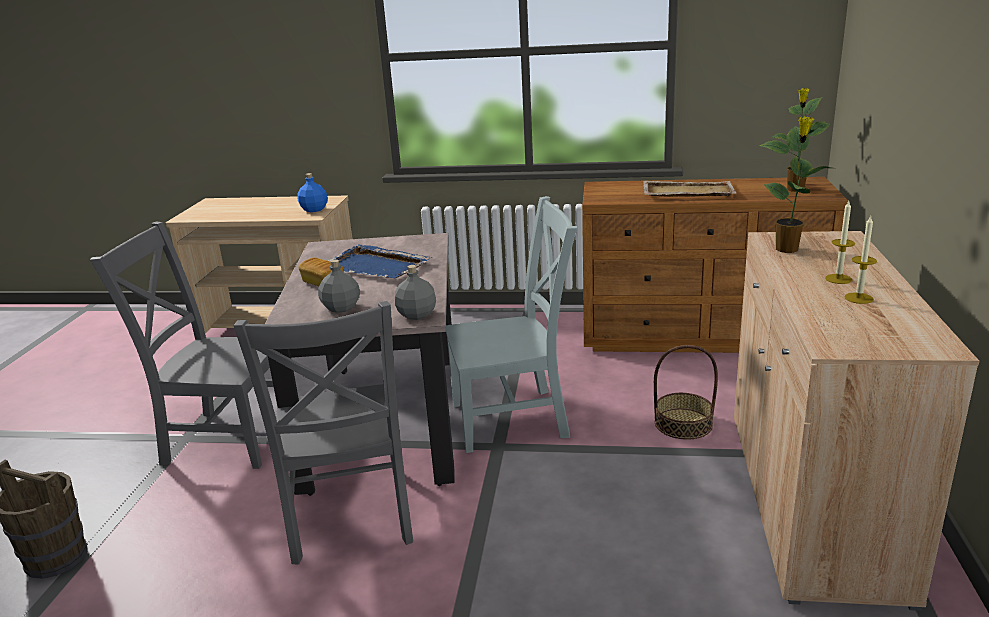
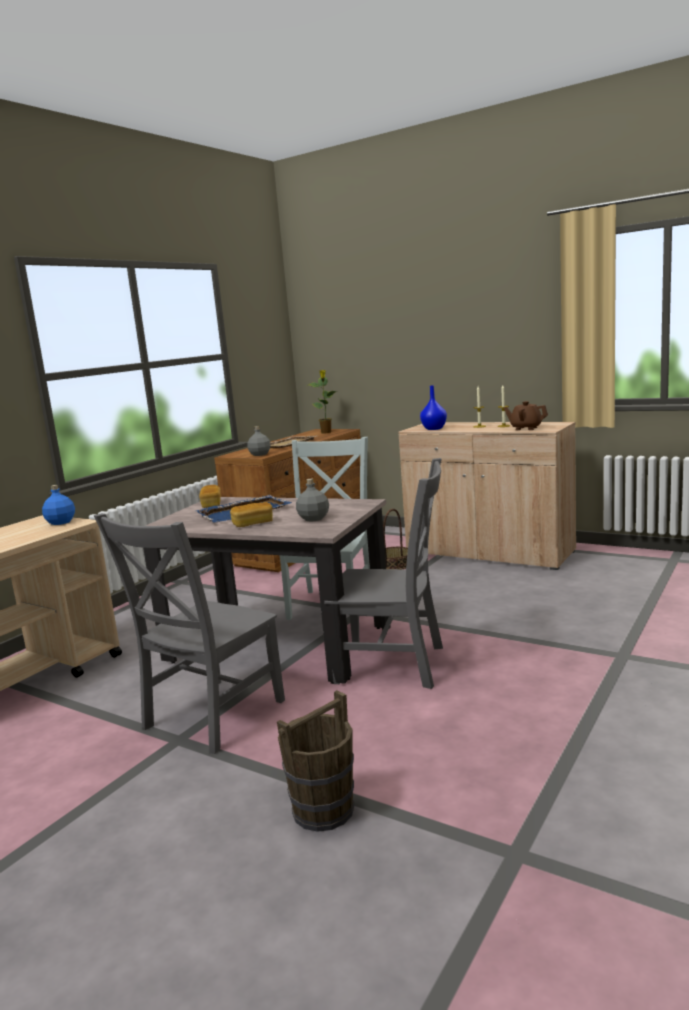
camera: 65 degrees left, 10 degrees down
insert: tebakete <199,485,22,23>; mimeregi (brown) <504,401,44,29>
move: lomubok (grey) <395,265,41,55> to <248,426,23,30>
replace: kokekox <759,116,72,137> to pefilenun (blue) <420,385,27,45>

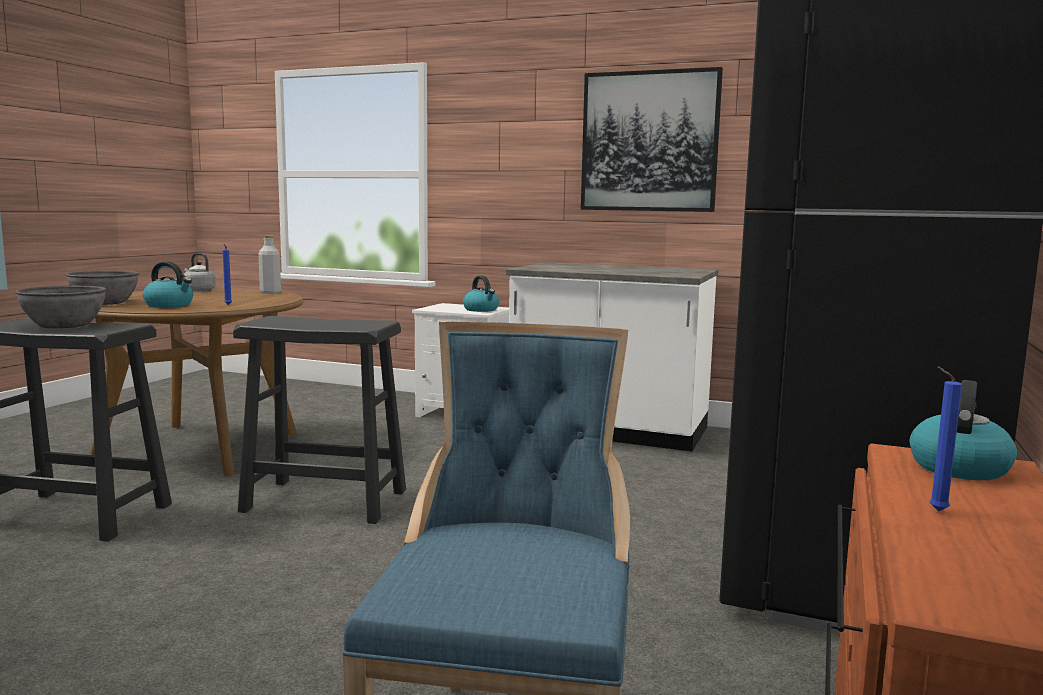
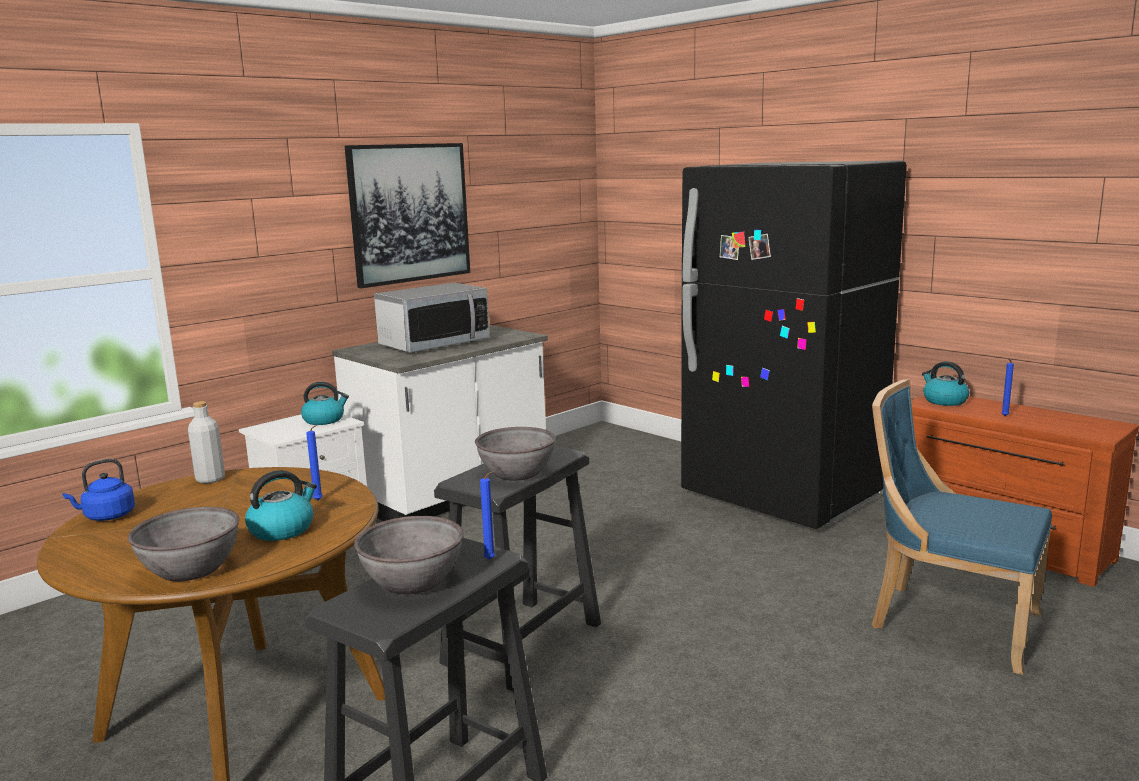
camera: 65 degrees left, 5 degrees up
insert: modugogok <374,283,116,70>; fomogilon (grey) <475,427,81,54>; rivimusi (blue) <480,471,15,89>
recolor: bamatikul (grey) <184,253,32,38> to bamatikul (blue) <63,459,72,62>

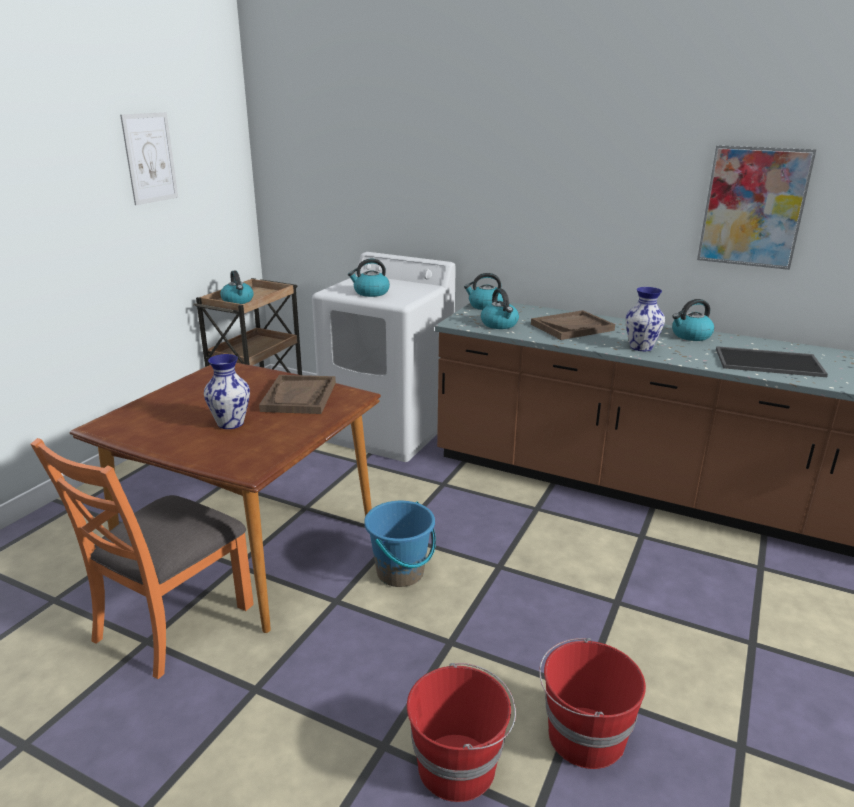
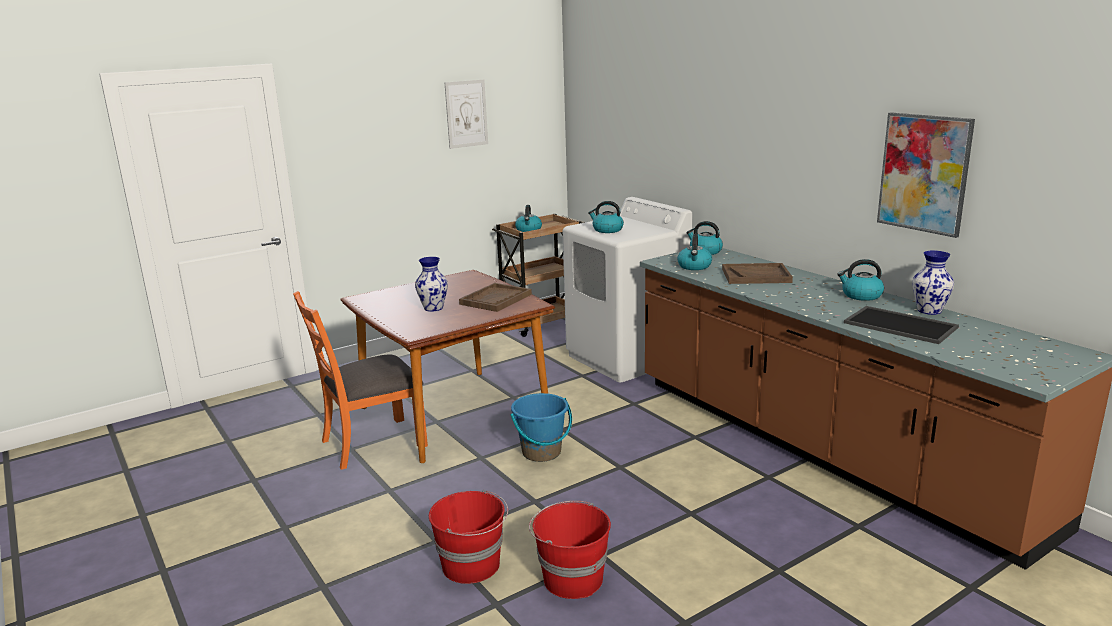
camera: 30 degrees right, 5 degrees down
move: pefilenun <625,287,40,64> to <912,250,42,65>

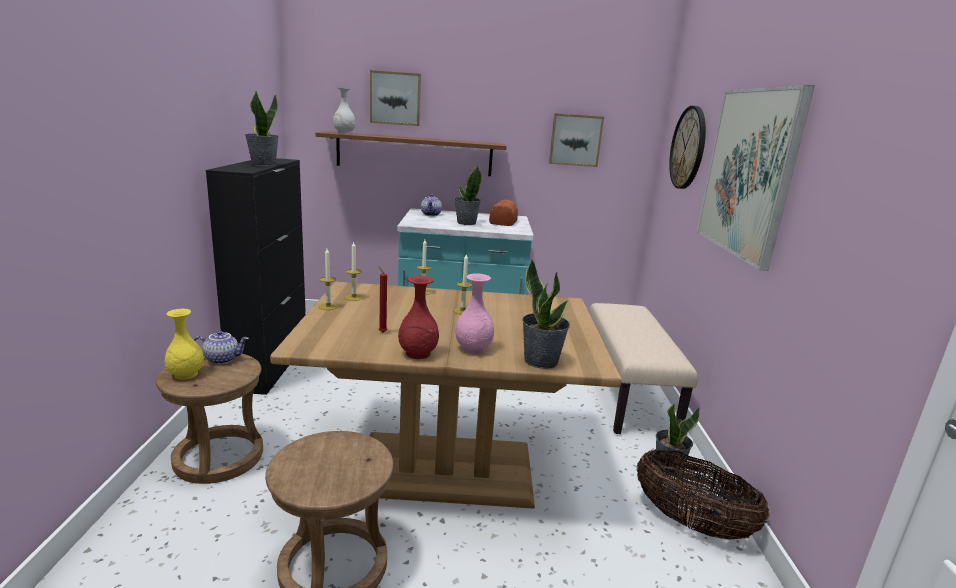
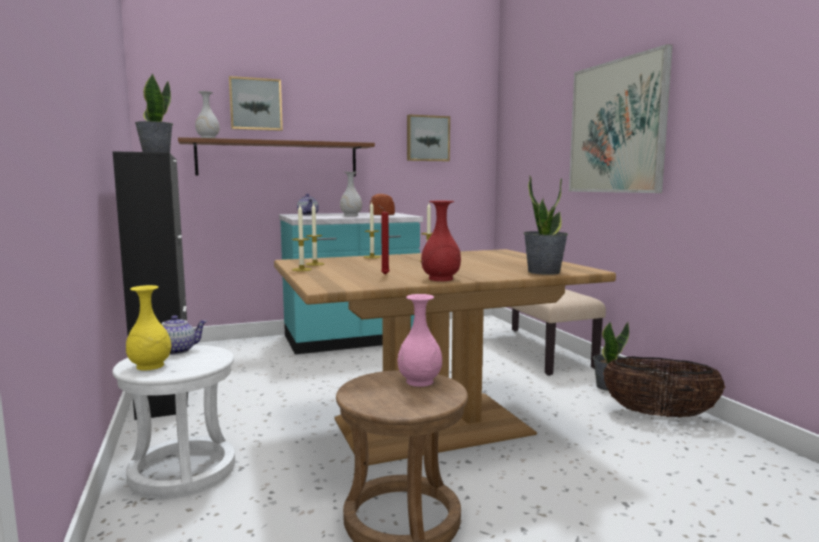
camera: 20 degrees left, 10 degrees down
delete: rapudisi <669,106,37,83>
move: pefilenun (pink) <455,273,39,81> to <398,294,44,93>
replace: kokekox <454,165,28,60> to pefilenun (white) <340,172,22,44>
recolor: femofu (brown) <156,354,107,130> to femofu (white) <112,345,123,154>

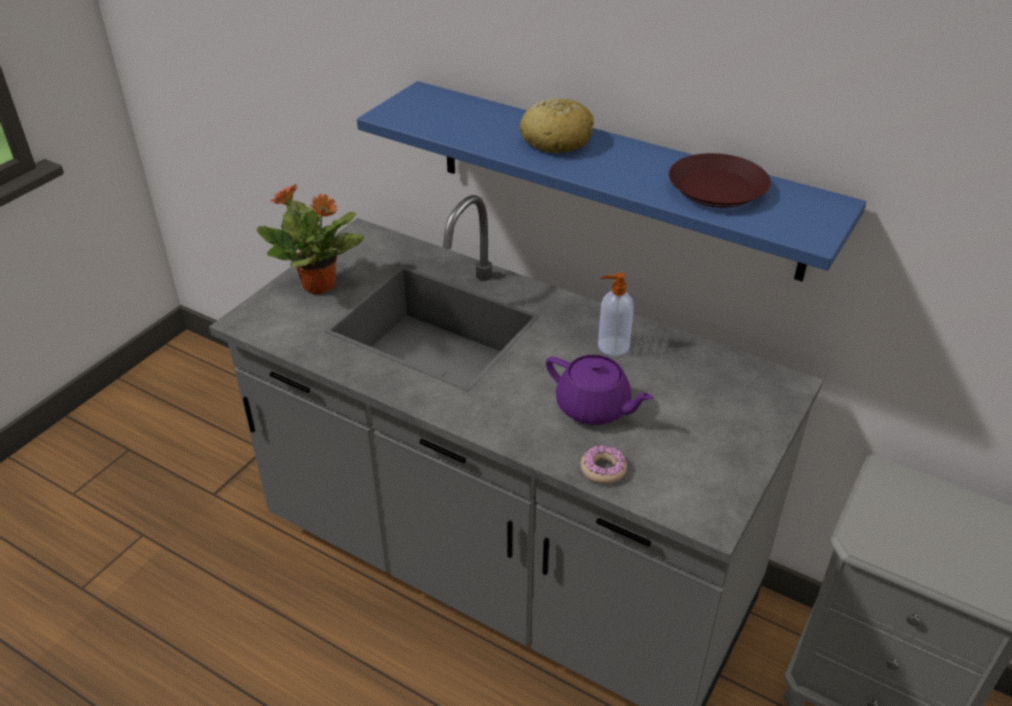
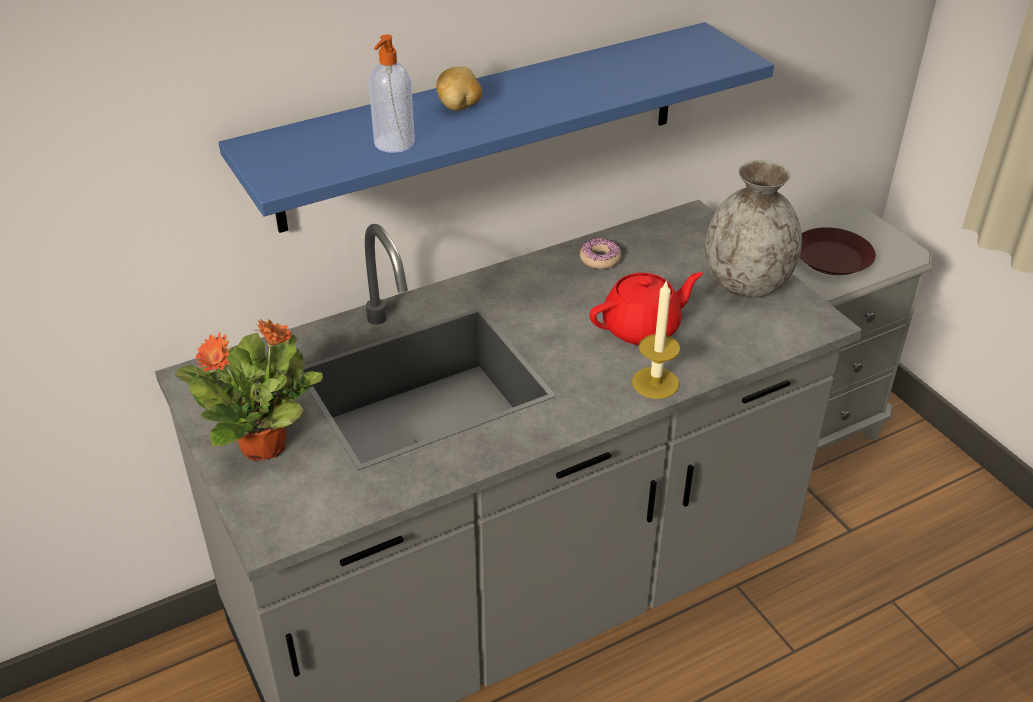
camera: 60 degrees left, 0 degrees up
insert: rivimusi <632,280,48,119>; pefilenun (grey) <705,160,97,138>
move: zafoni <598,272,36,84> to <369,35,46,118>; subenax <581,445,46,39> to <580,238,42,31>; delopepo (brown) <669,153,102,55> to <800,227,76,48>
replace: tebakete <519,98,75,55> to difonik <436,66,46,45>
recolor: mimeregi (purple) <546,355,108,70> to mimeregi (red) <589,272,114,73>

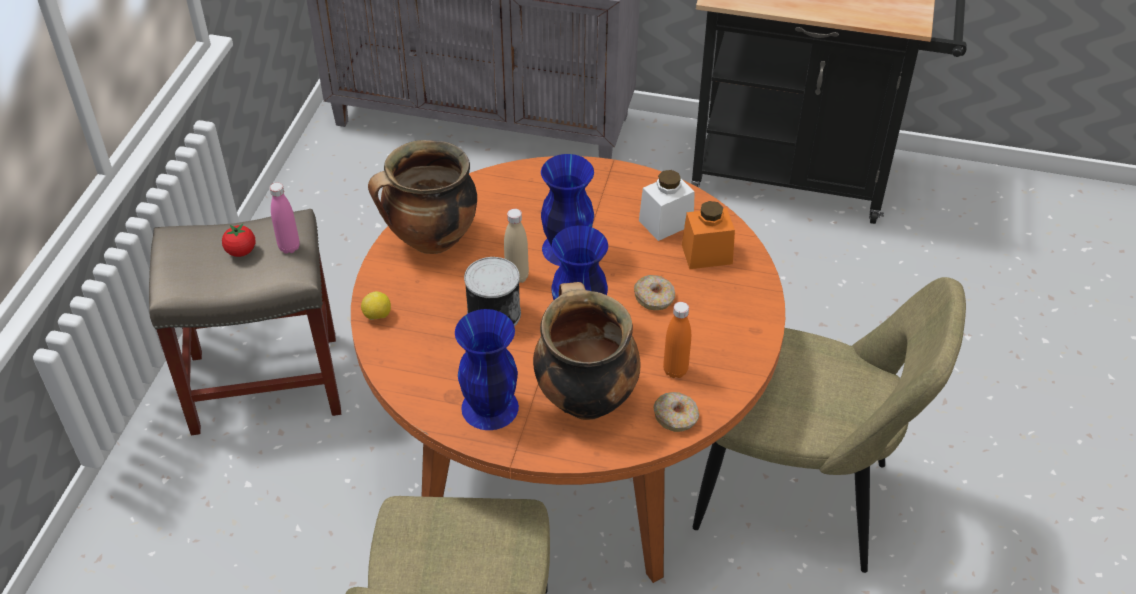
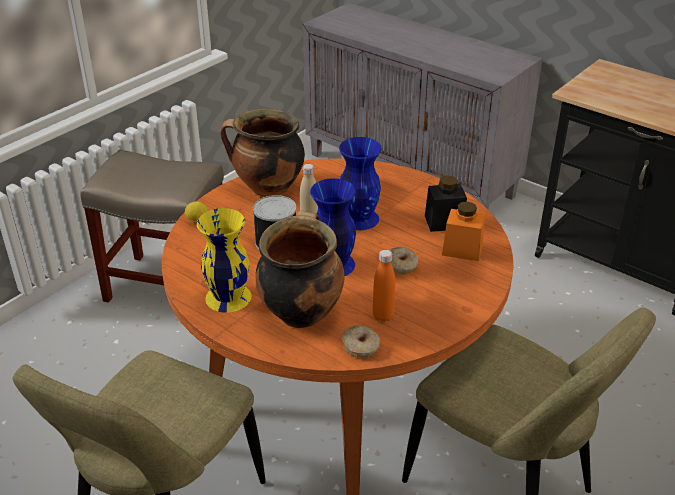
camera: 25 degrees right, 10 degrees down
delete: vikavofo <222,224,34,33>; lomubok (pink) <270,183,30,71>
recolor: pefilenun (blue) <455,309,64,121> to pefilenun (yellow) <197,208,55,105>; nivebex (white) <639,170,56,71> to nivebex (black) <425,175,42,57>

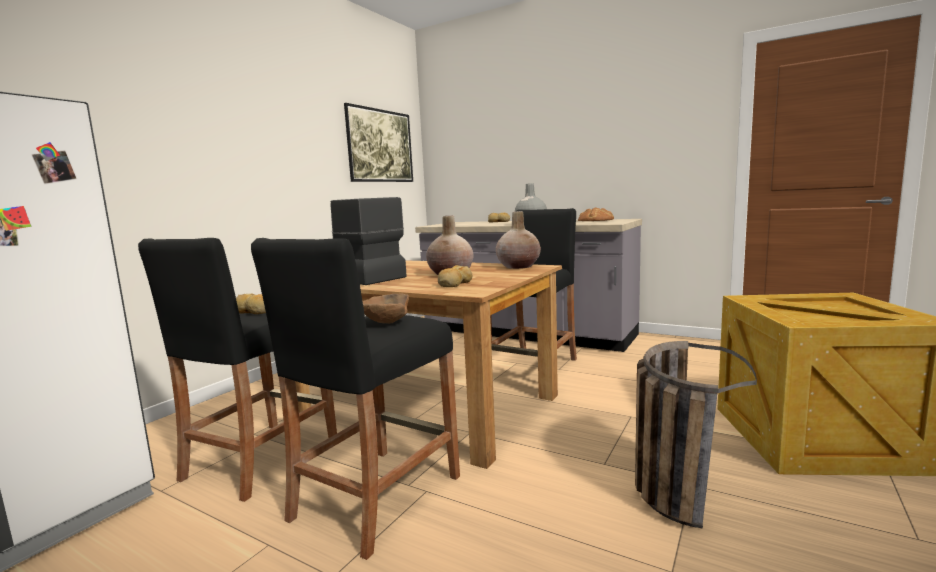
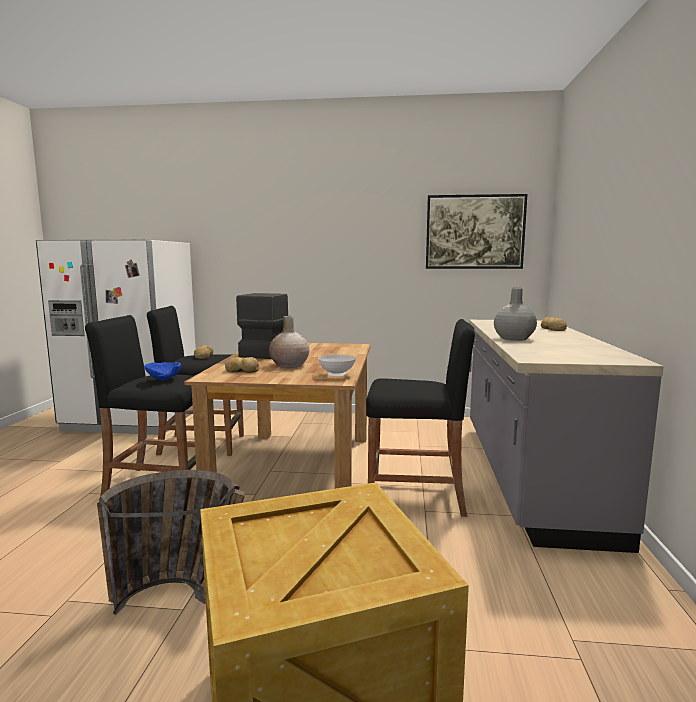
camera: 65 degrees right, 0 degrees up
delete: tebakete <578,207,36,14>
replace: pefilenun (beige) <496,211,45,58> to fomogilon (white) <318,354,38,23>
recolor: fomogilon (brown) <363,294,46,30> to fomogilon (blue) <144,362,37,19>

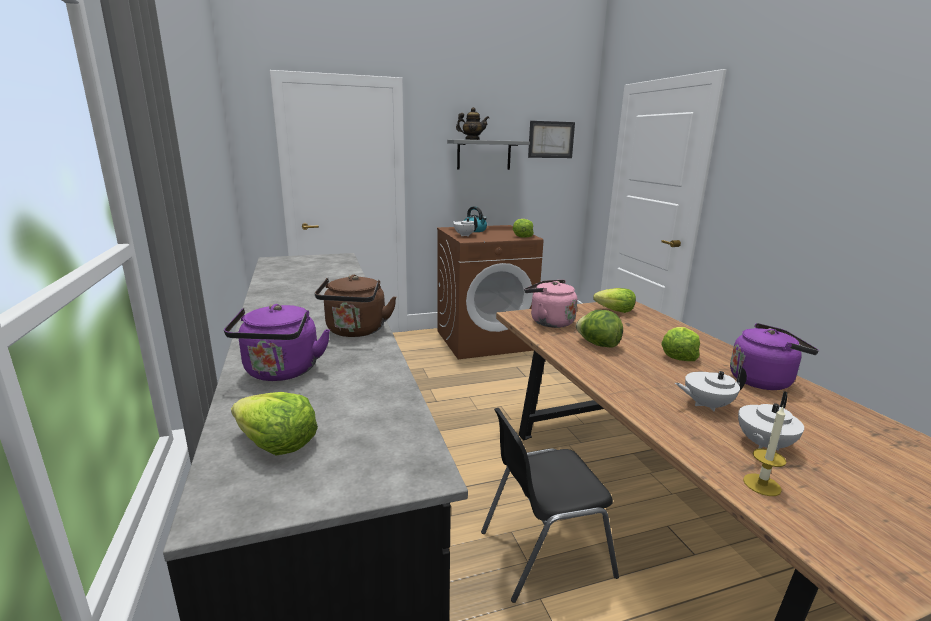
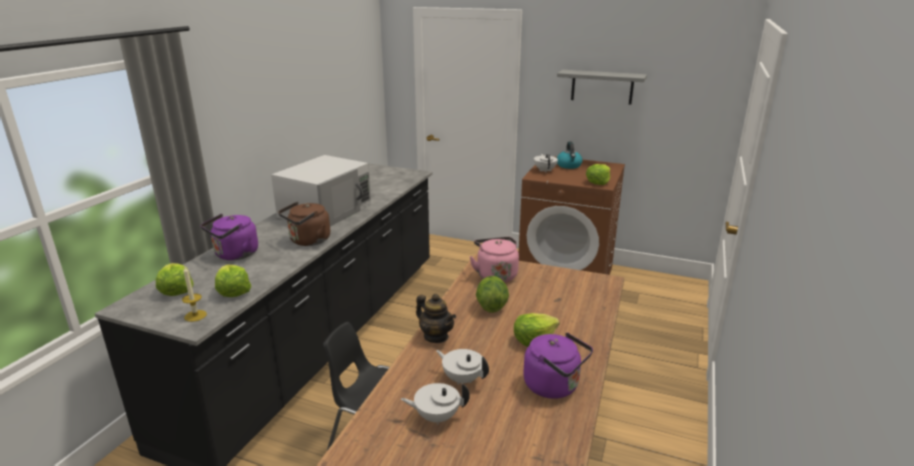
camera: 40 degrees right, 5 degrees up
delete: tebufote <528,121,47,37>
insert: modugogok (white) <271,155,100,72>
move: rivimusi <743,407,44,89> to <182,267,25,55>; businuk <593,288,43,25> to <215,264,36,33>; mimeregi <456,107,33,33> to <416,294,40,49>

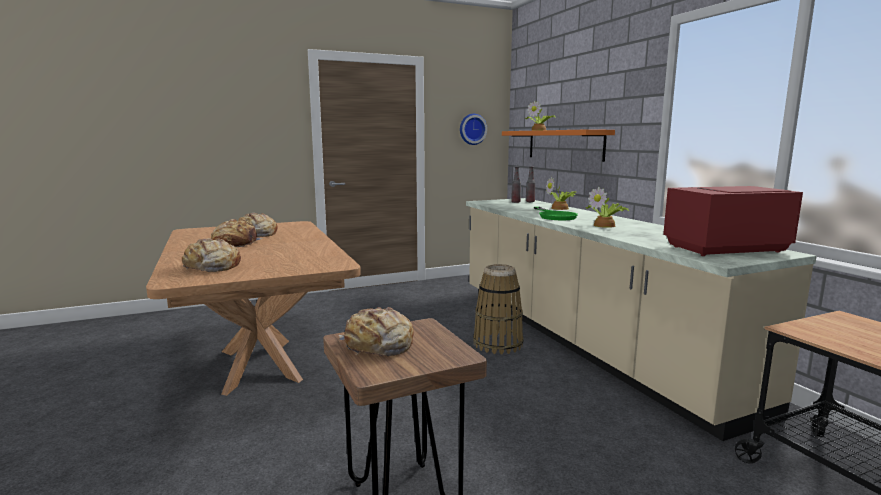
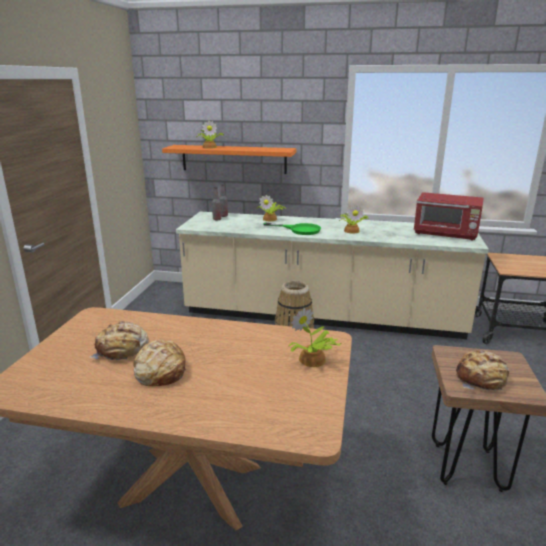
camera: 55 degrees left, 10 degrees up
delete: tebakete <182,238,59,34>; rapudisi <460,114,27,31>
insert: kokekox <288,308,53,59>
rotate: modugogok (red) <663,186,140,70> = <414,192,70,49> 90 degrees counterclockwise

